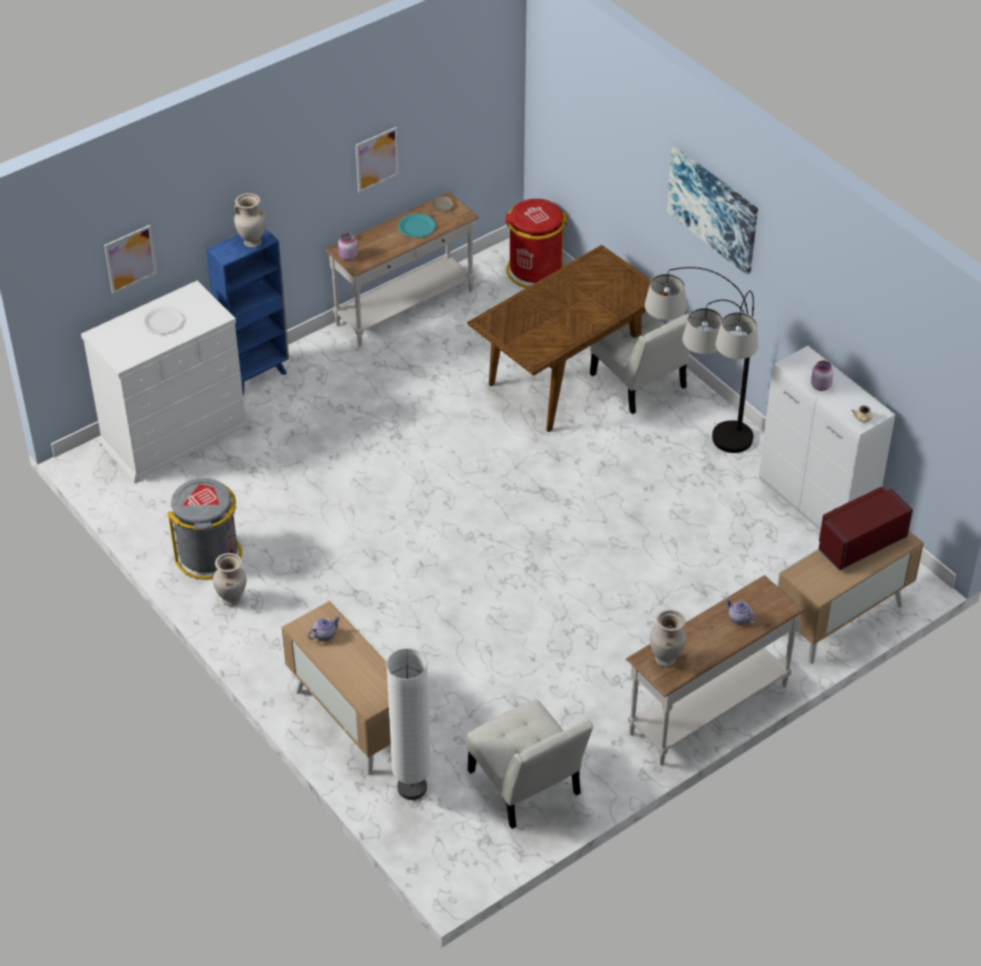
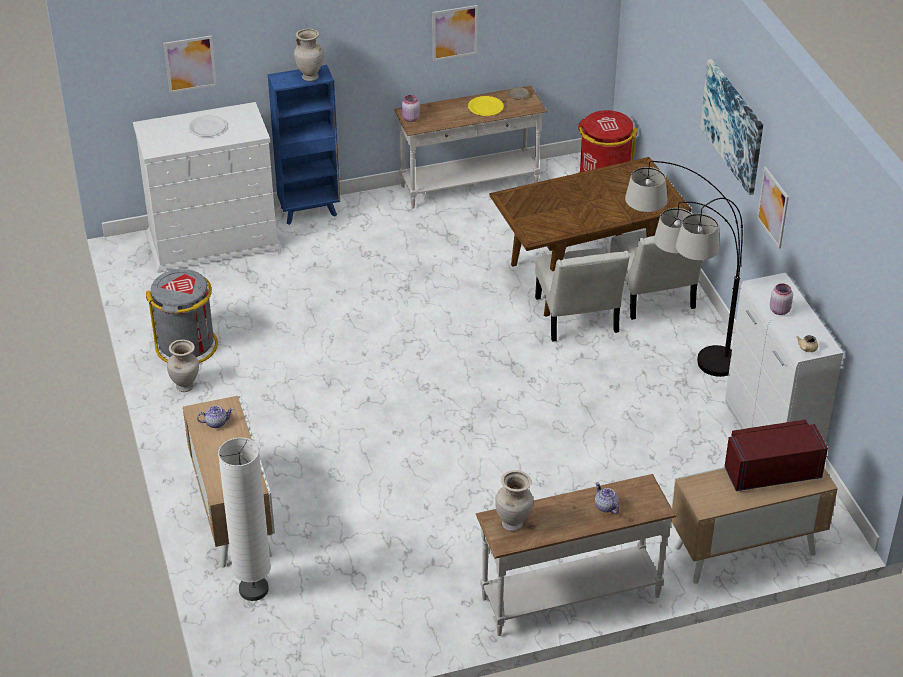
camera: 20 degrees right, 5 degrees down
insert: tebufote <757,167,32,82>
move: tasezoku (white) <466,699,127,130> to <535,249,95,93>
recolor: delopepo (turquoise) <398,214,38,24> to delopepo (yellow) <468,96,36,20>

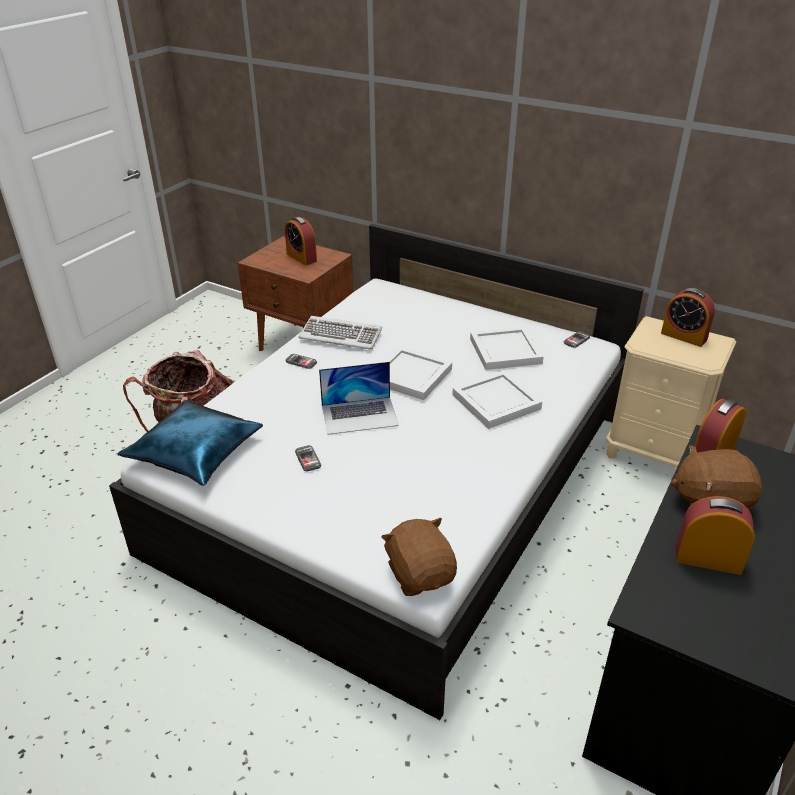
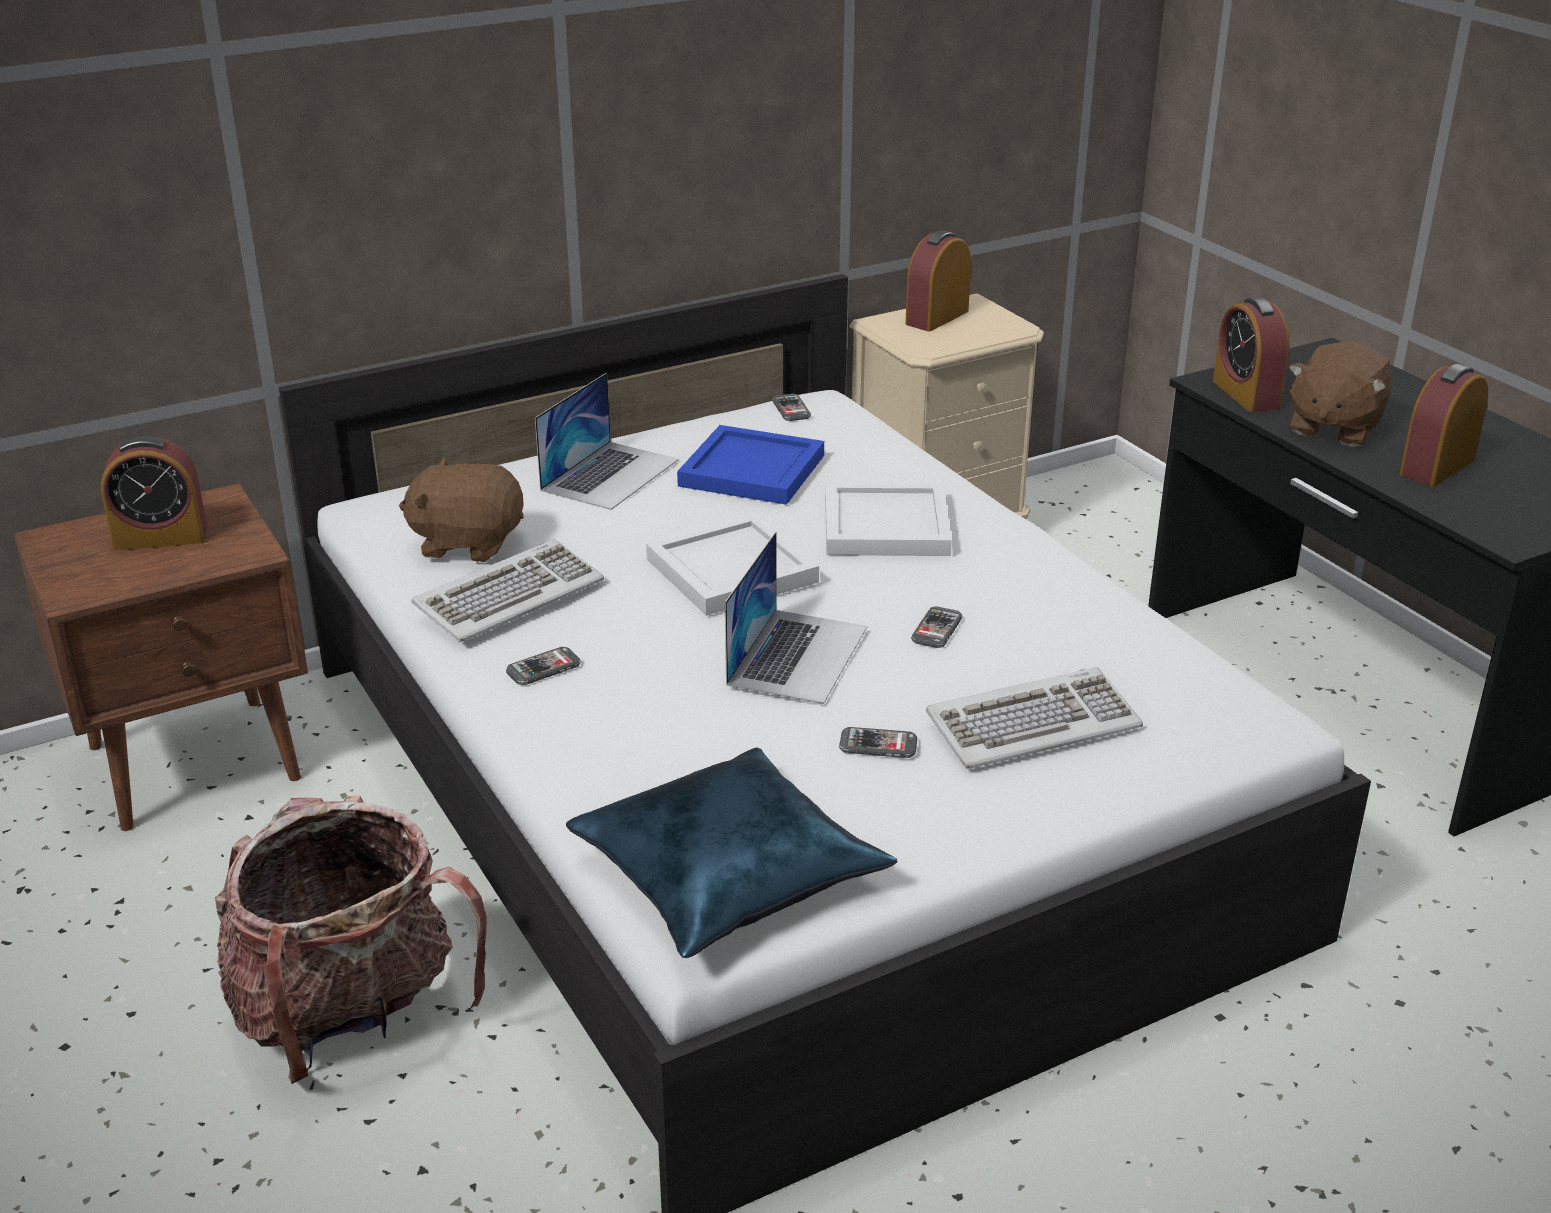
camera: 60 degrees left, 5 degrees down
insert: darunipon <535,373,144,137>; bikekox <911,606,51,42>; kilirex <926,667,217,102>
move: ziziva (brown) <381,518,76,78> to <399,457,125,105>
recolor: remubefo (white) <470,327,74,43> to remubefo (blue) <677,425,147,80>
rotate: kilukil <661,288,54,59> = <905,230,66,101> 150 degrees clockwise

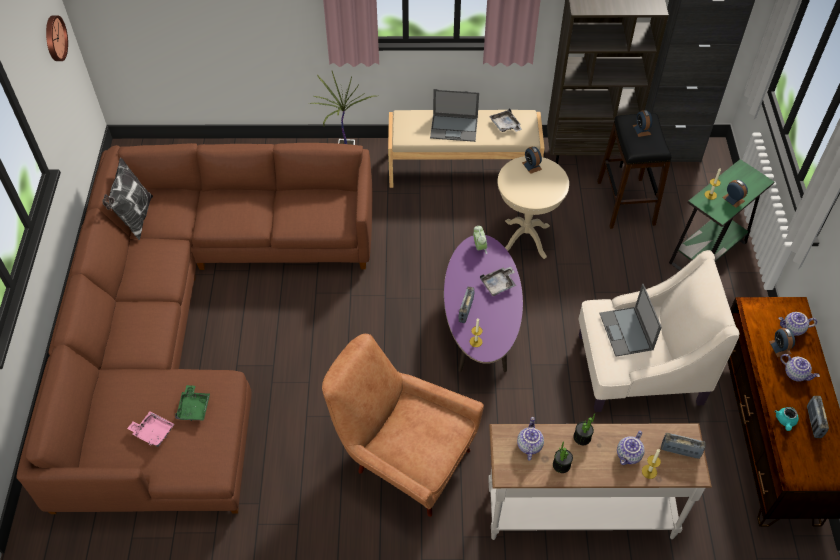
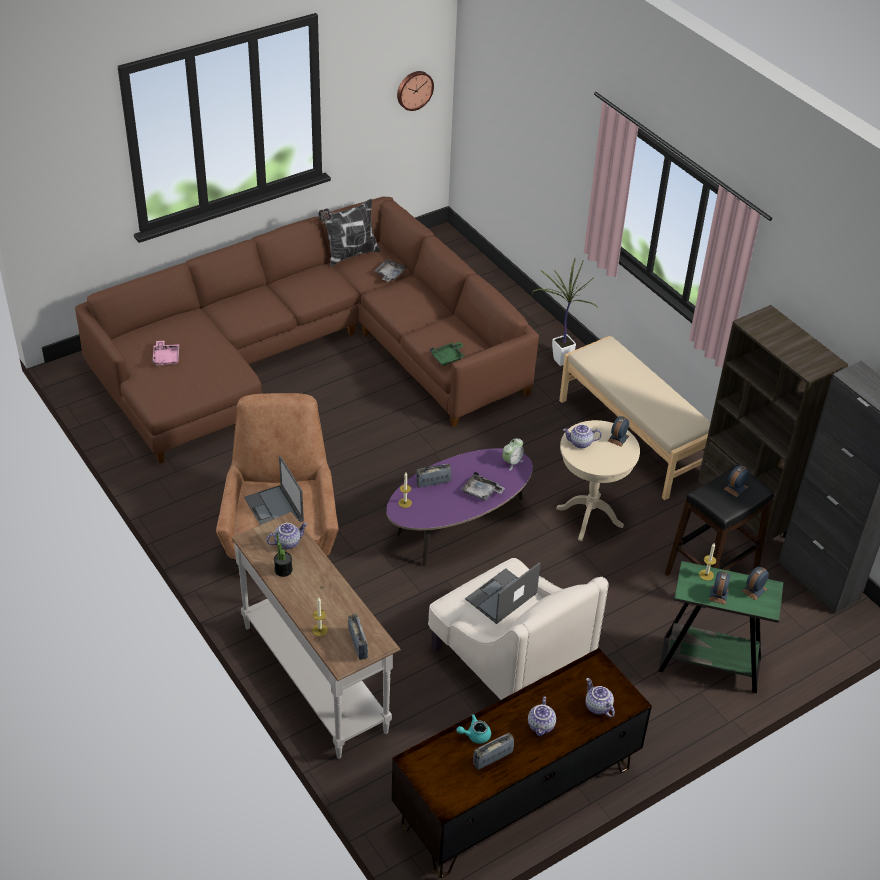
camera: 55 degrees right, 10 degrees down
delete: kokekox <573,413,22,32>
move: darunipon <430,89,49,53> to <244,455,60,70>; remubefo (grey) <489,108,33,24> to <374,259,33,23>; remubefo (green) <175,385,35,36> to <430,342,35,24>; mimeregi <617,431,27,34> to <563,424,39,25>; kilukil <769,328,26,29> to <742,567,27,34>

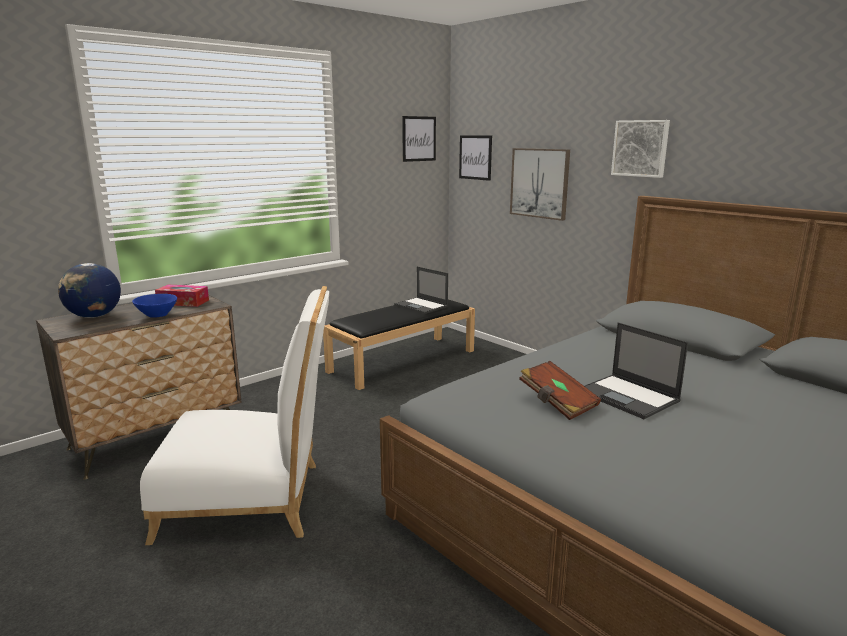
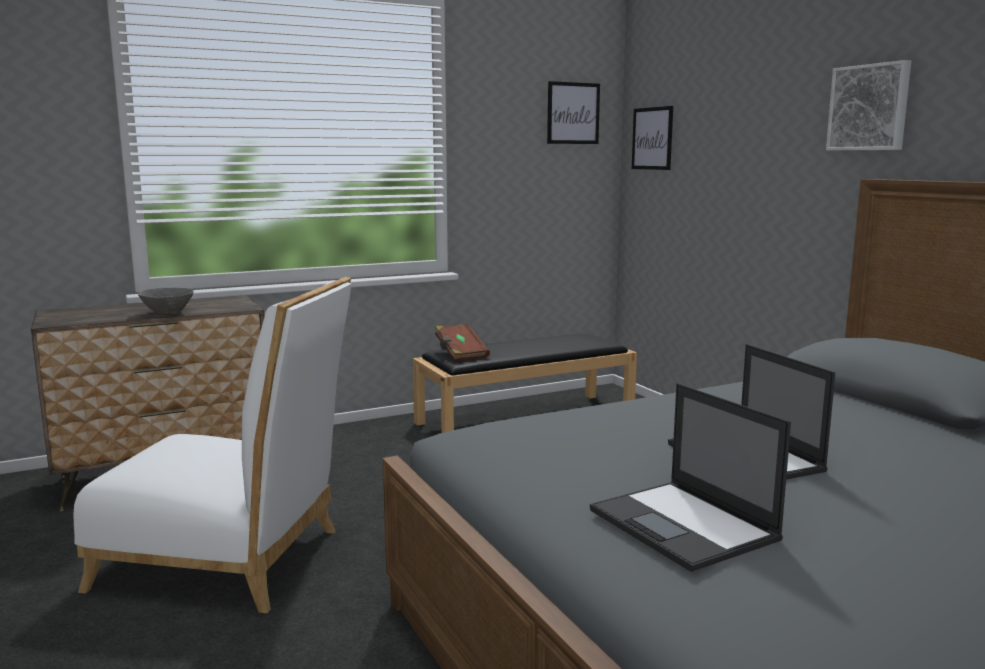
camera: 15 degrees right, 5 degrees down
delete: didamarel <58,263,63,55>; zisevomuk <155,285,54,22>; tebufote <510,148,60,73>
move: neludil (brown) <519,361,82,59> to <435,324,55,37>; darunipon <394,267,54,47> to <590,383,201,189>
recolor: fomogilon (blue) <132,294,45,24> to fomogilon (grey) <138,288,56,27>

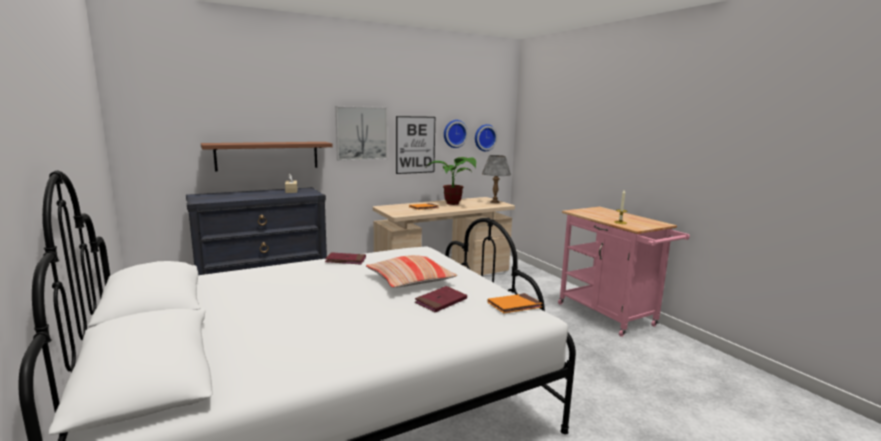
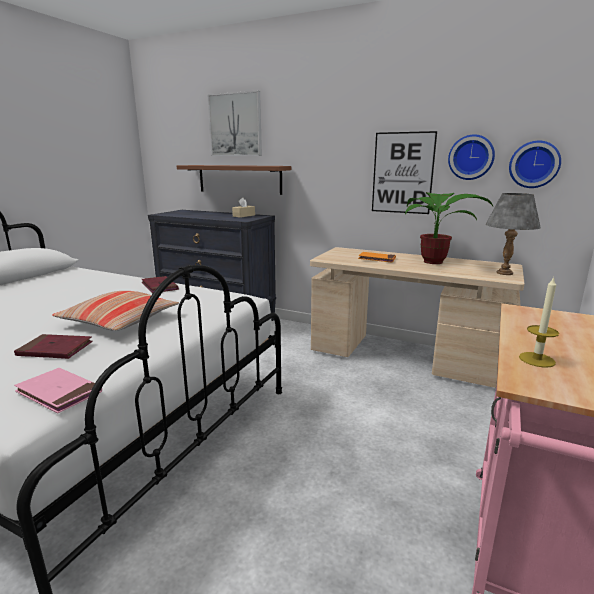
camera: 55 degrees right, 5 degrees up
move: tebufote <335,106,53,55> to <207,91,55,65>
recolor: neludil (orange) <488,293,55,20> to neludil (pink) <14,368,88,45>

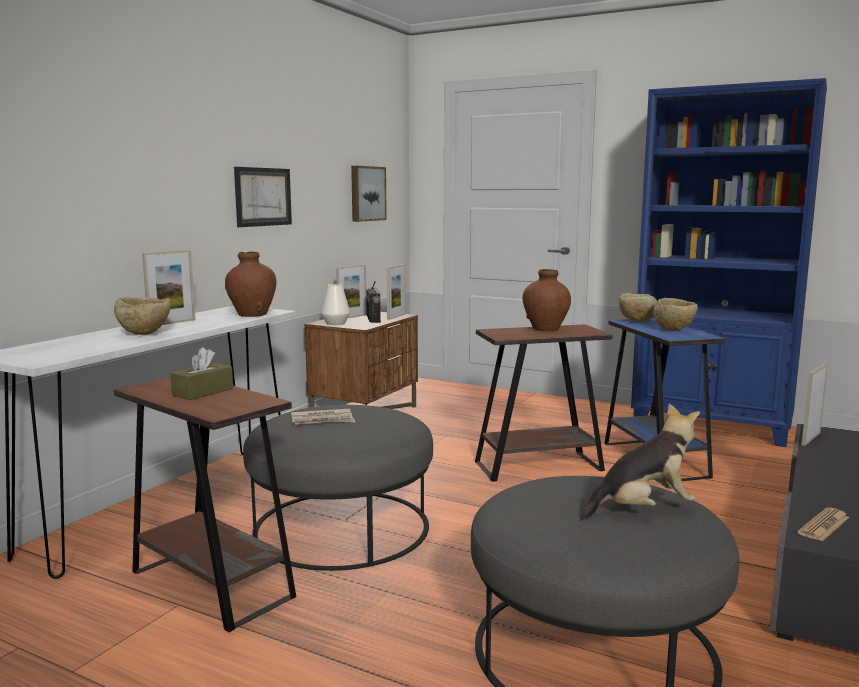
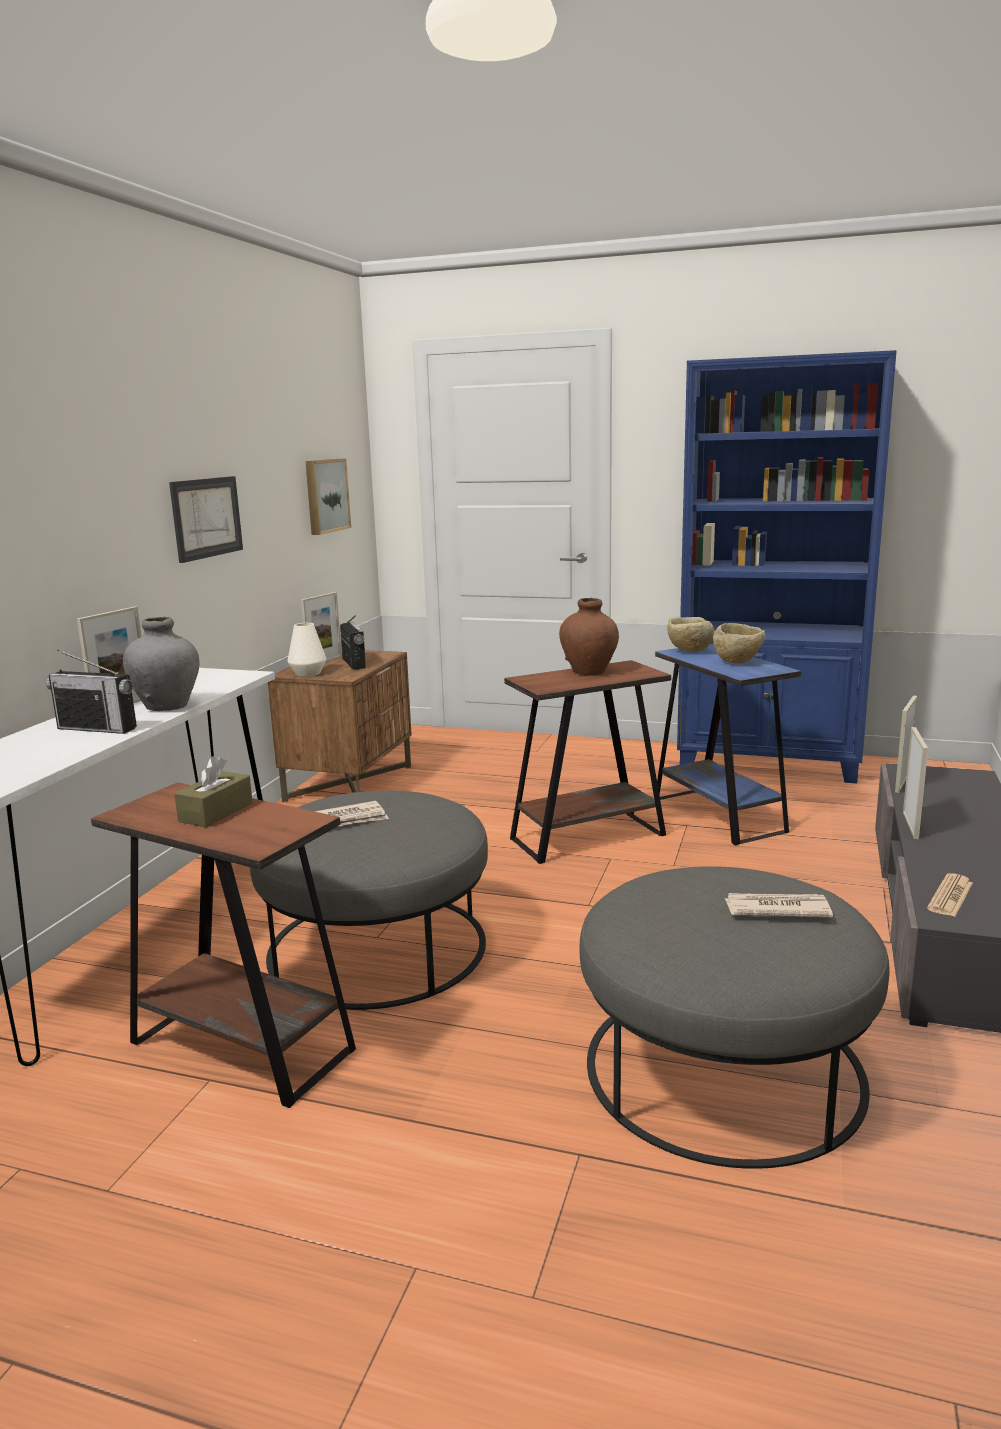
camera: 10 degrees left, 5 degrees up
delete: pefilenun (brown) <225,251,51,66>
insert: pefilenun (grey) <123,616,76,95>
move: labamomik <386,264,20,56> to <903,727,25,112>
replace: fomogilon (beige) <114,297,57,38> to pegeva <46,649,91,85>; ziziva <580,404,120,116> to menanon <725,893,108,24>

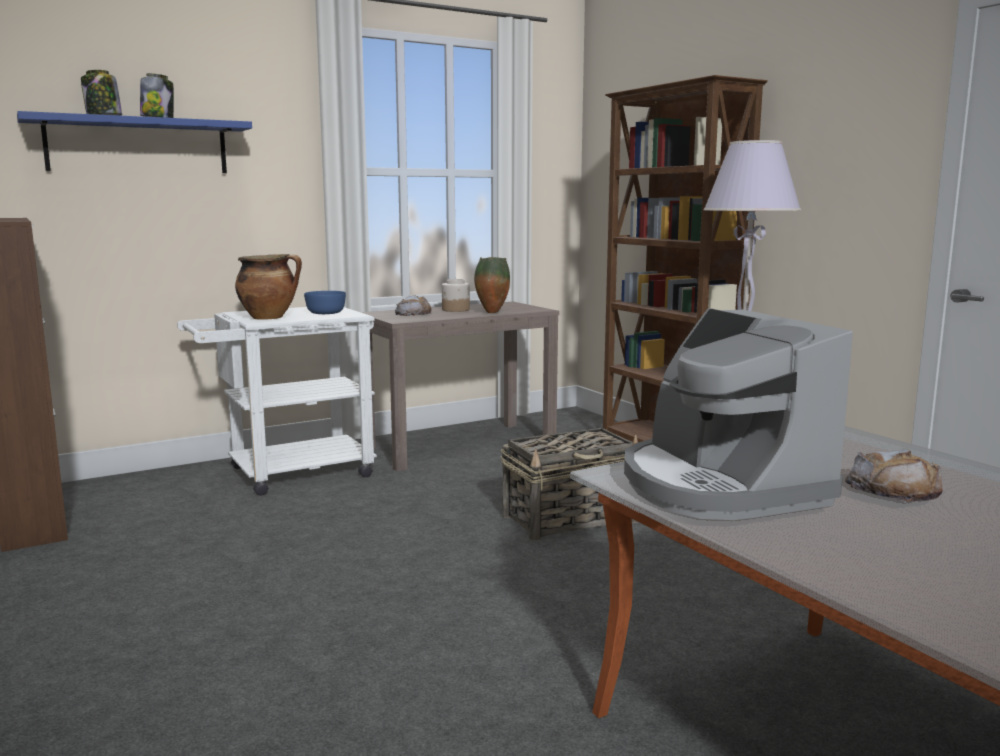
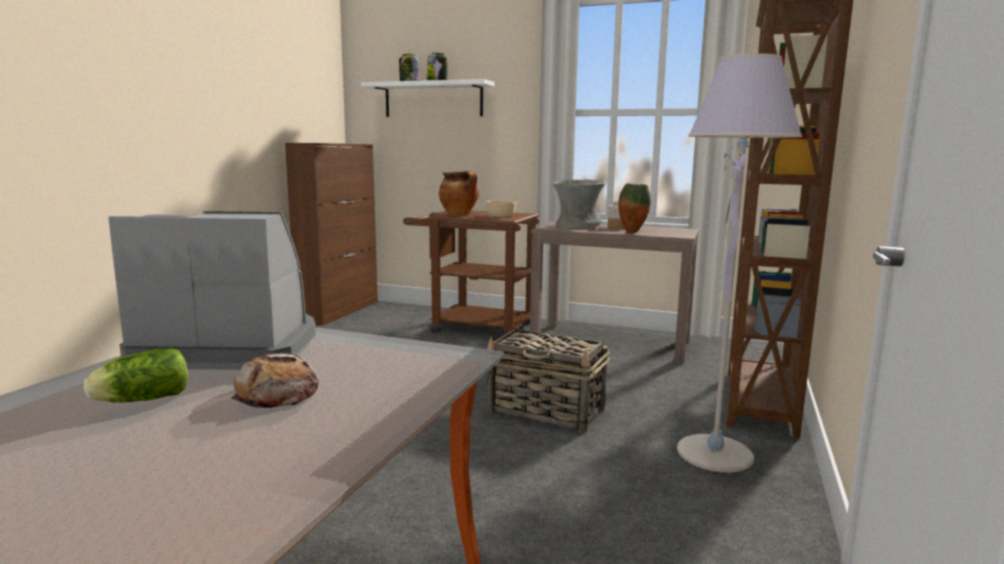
camera: 50 degrees right, 0 degrees up
insert: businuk <83,348,105,55>
replace: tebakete <395,295,37,21> to pefilenun (grey) <553,180,52,48>
recolor: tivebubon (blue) <17,111,235,62> to tivebubon (white) <361,79,134,38>; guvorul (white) <177,307,200,189> to guvorul (brown) <403,211,136,126>; fomogilon (blue) <304,291,42,23> to fomogilon (beige) <487,200,29,17>
rotate: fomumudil <624,308,229,212> = <108,211,208,159> 60 degrees clockwise

